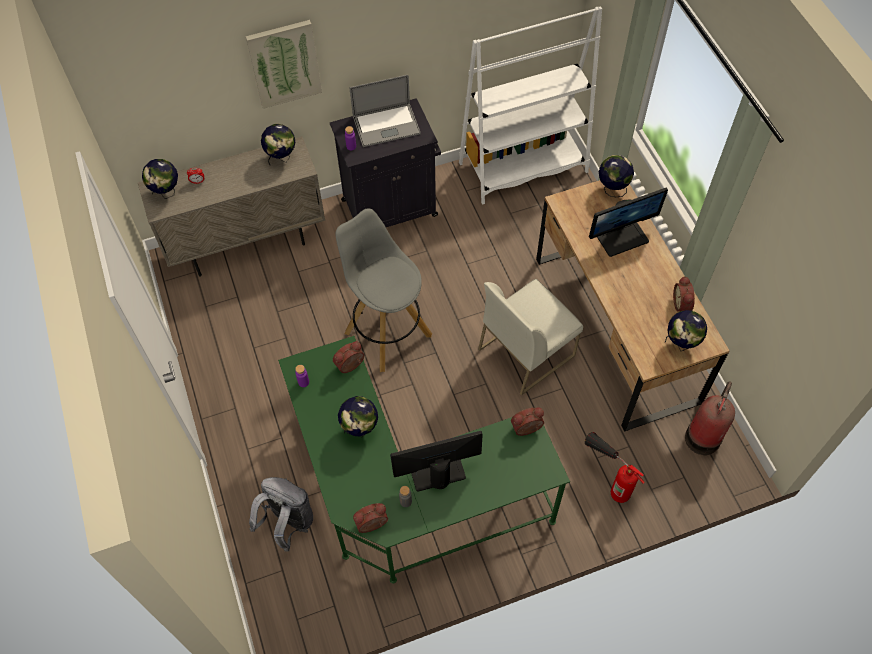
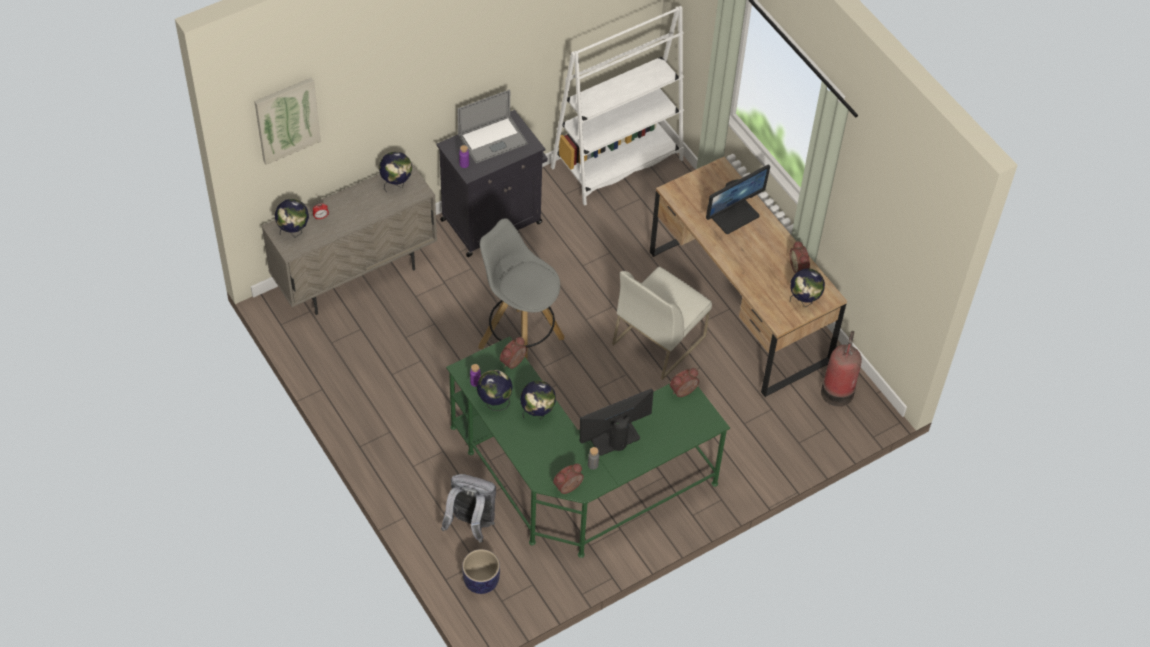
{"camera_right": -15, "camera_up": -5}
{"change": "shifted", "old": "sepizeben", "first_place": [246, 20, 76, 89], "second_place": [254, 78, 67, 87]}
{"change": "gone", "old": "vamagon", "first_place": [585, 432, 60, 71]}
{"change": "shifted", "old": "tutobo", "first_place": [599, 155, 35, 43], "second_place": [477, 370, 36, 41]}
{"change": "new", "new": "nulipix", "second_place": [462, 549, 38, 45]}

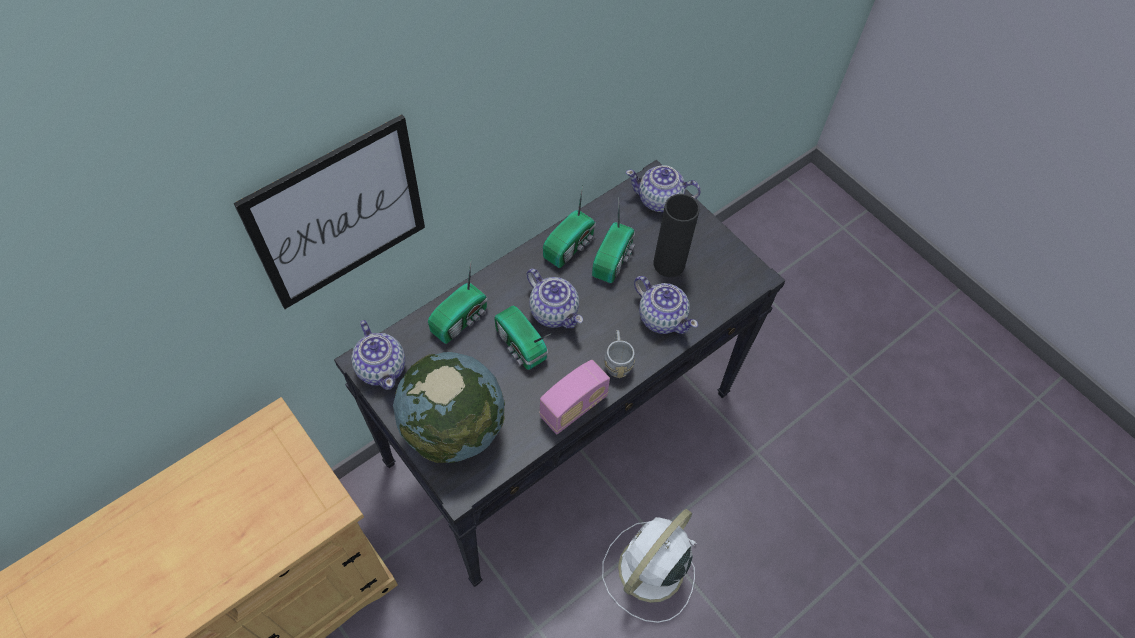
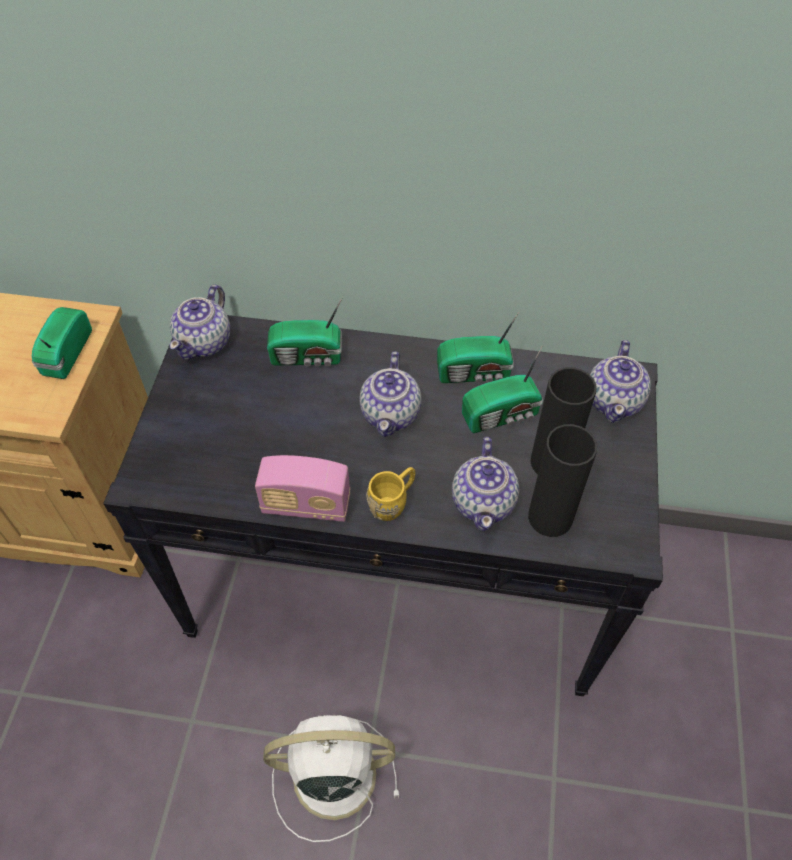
{"camera_right": 50, "camera_up": -5}
{"change": "gone", "old": "sepizeben", "first_place": [234, 114, 191, 195]}
{"change": "gone", "old": "tutobo", "first_place": [393, 352, 112, 111]}
{"change": "shifted", "old": "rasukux", "first_place": [494, 306, 56, 64], "second_place": [32, 307, 60, 72]}
{"change": "repainted", "old": "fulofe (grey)", "new": "fulofe (yellow)", "first_place": [604, 330, 31, 48], "second_place": [366, 467, 49, 54]}
{"change": "rotated", "old": "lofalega", "first_place": [626, 165, 75, 47], "second_place": [590, 340, 61, 83], "degrees": -135}
{"change": "new", "new": "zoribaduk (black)", "second_place": [528, 424, 69, 113]}

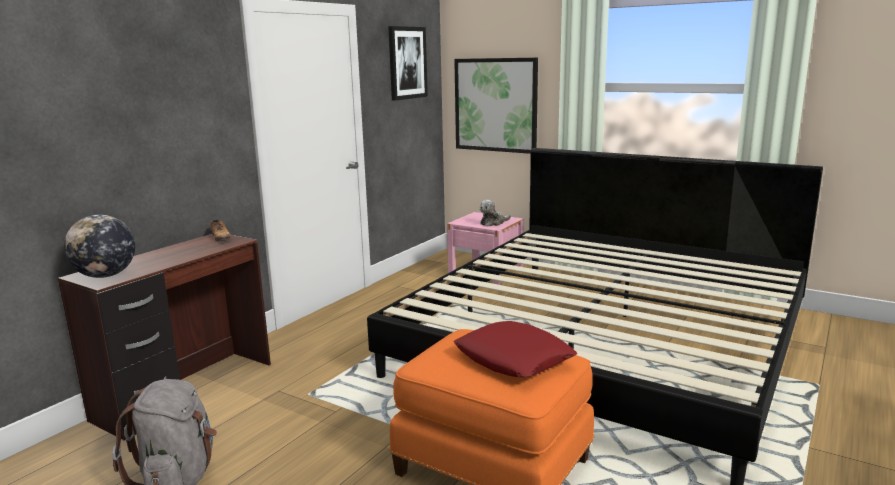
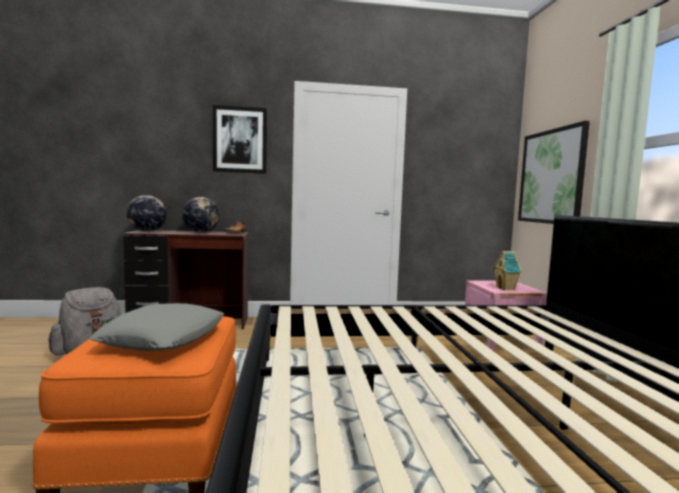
{"camera_right": 50, "camera_up": -10}
{"change": "shifted", "old": "sepizeben", "first_place": [388, 26, 40, 75], "second_place": [213, 105, 54, 69]}
{"change": "repainted", "old": "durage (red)", "new": "durage (grey)", "first_place": [454, 321, 123, 56], "second_place": [89, 303, 135, 48]}
{"change": "swapped", "old": "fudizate", "new": "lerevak", "first_place": [480, 200, 31, 27], "second_place": [493, 251, 29, 39]}
{"change": "new", "new": "tutobo", "second_place": [182, 197, 37, 36]}

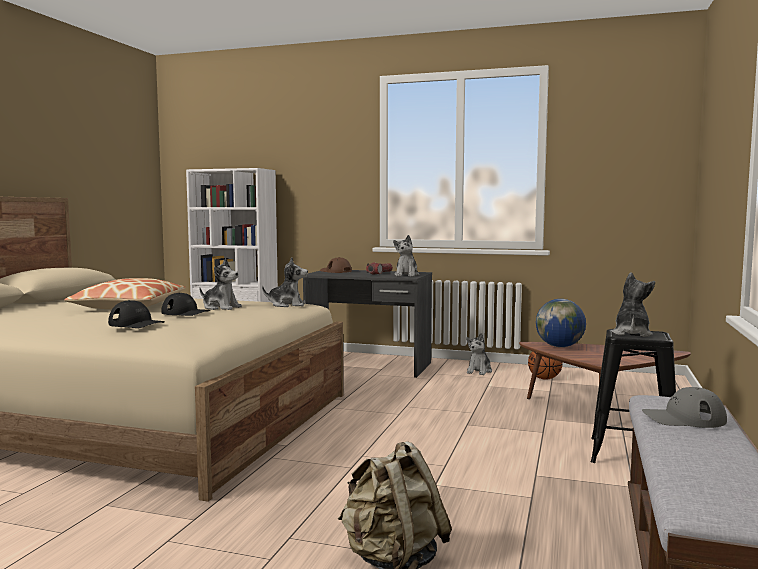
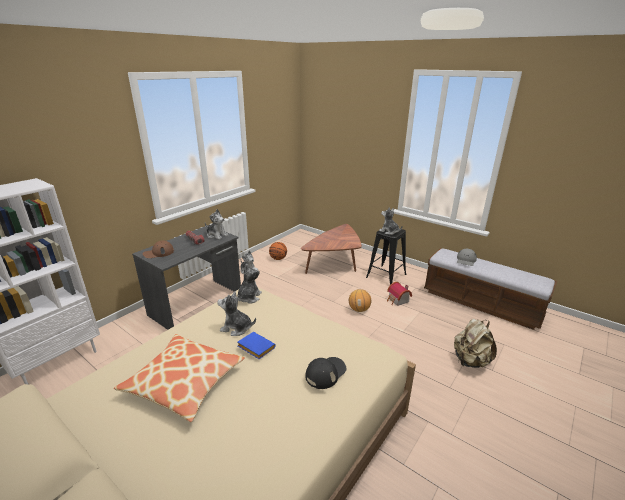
{"camera_right": -70, "camera_up": 20}
{"change": "swapped", "old": "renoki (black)", "new": "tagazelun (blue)", "first_place": [161, 293, 49, 23], "second_place": [238, 332, 38, 27]}
{"change": "rotated", "old": "fudizate", "first_place": [199, 258, 43, 52], "second_place": [217, 291, 39, 45], "degrees": -120}
{"change": "gone", "old": "tutobo", "first_place": [536, 299, 50, 48]}
{"change": "new", "new": "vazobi", "second_place": [349, 289, 22, 23]}
{"change": "new", "new": "lerevak", "second_place": [387, 282, 25, 24]}

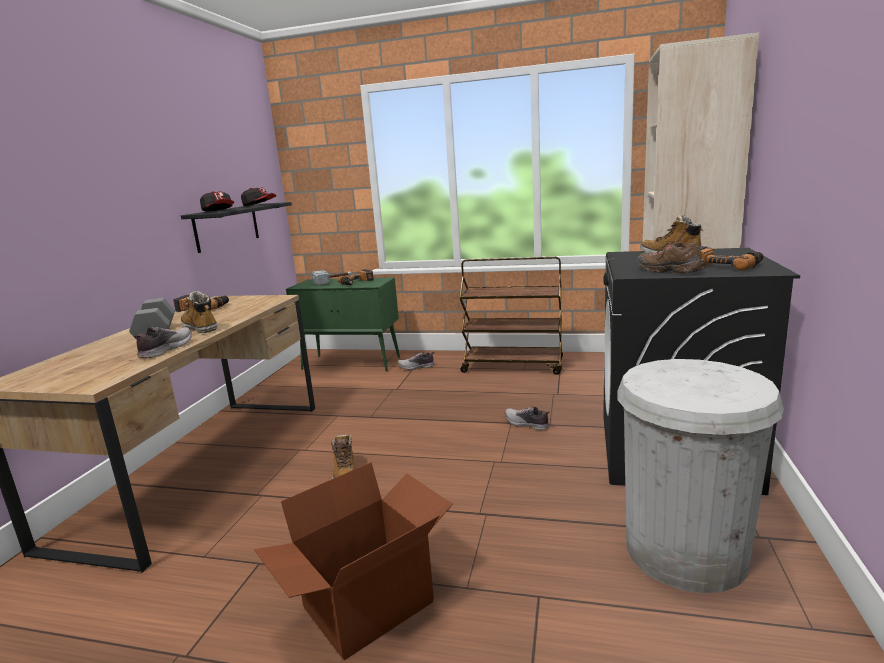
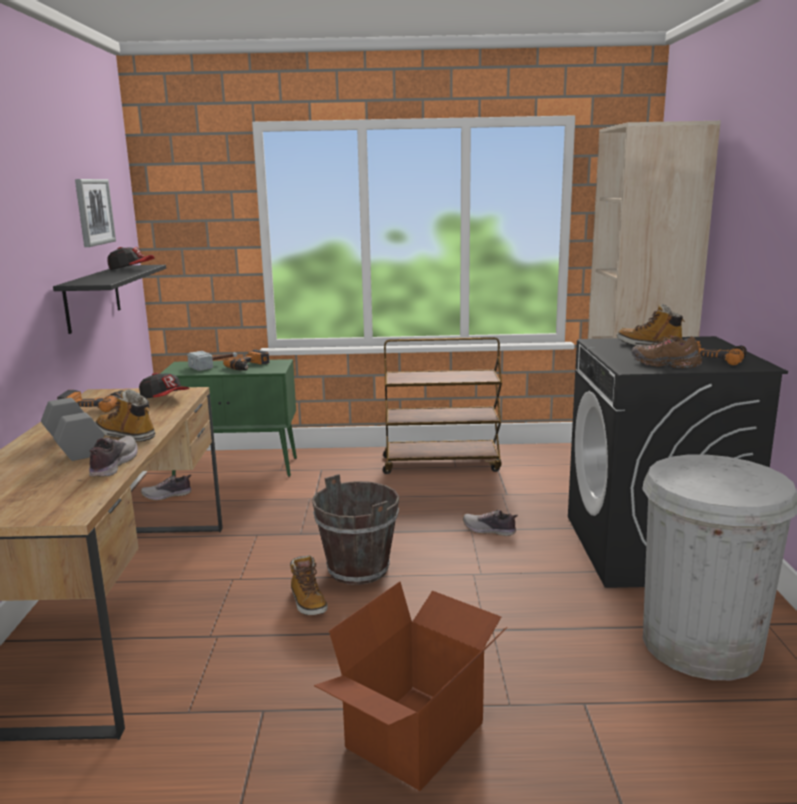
{"camera_right": -15, "camera_up": 0}
{"change": "shifted", "old": "renoki", "first_place": [200, 191, 34, 20], "second_place": [139, 373, 51, 26]}
{"change": "shifted", "old": "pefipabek", "first_place": [398, 352, 36, 18], "second_place": [141, 475, 51, 26]}
{"change": "new", "new": "sepizeben", "second_place": [75, 179, 41, 68]}
{"change": "new", "new": "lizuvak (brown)", "second_place": [312, 474, 87, 111]}

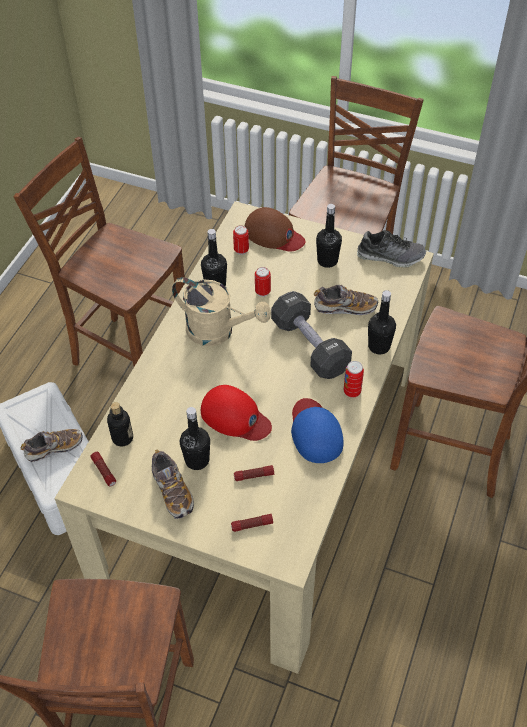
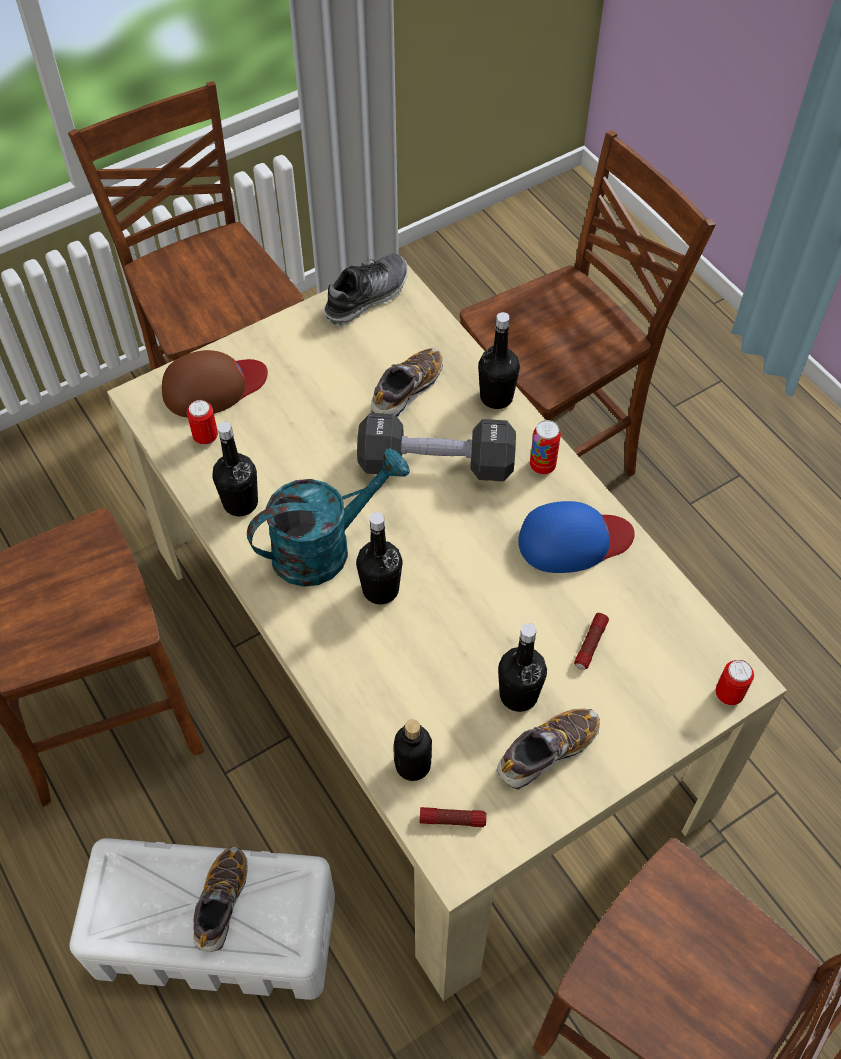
{"camera_right": -55, "camera_up": 5}
{"change": "rotated", "old": "pefipabek", "first_place": [152, 449, 42, 70], "second_place": [496, 708, 104, 82], "degrees": -45}
{"change": "repainted", "old": "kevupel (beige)", "new": "kevupel (turquoise)", "first_place": [172, 277, 99, 69], "second_place": [247, 449, 163, 138]}
{"change": "gone", "old": "renoki (red)", "first_place": [201, 385, 71, 56]}
{"change": "gone", "old": "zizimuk", "first_place": [231, 514, 42, 18]}
{"change": "shifted", "old": "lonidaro", "first_place": [255, 267, 16, 30], "second_place": [716, 660, 38, 45]}
{"change": "rotated", "old": "renoki (blue)", "first_place": [291, 398, 53, 65], "second_place": [518, 501, 117, 72], "degrees": 150}
{"change": "shifted", "old": "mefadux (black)", "first_place": [316, 204, 26, 64], "second_place": [356, 512, 46, 93]}

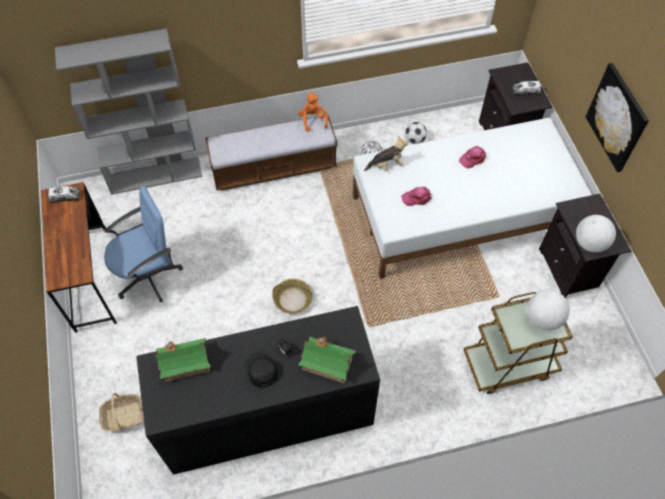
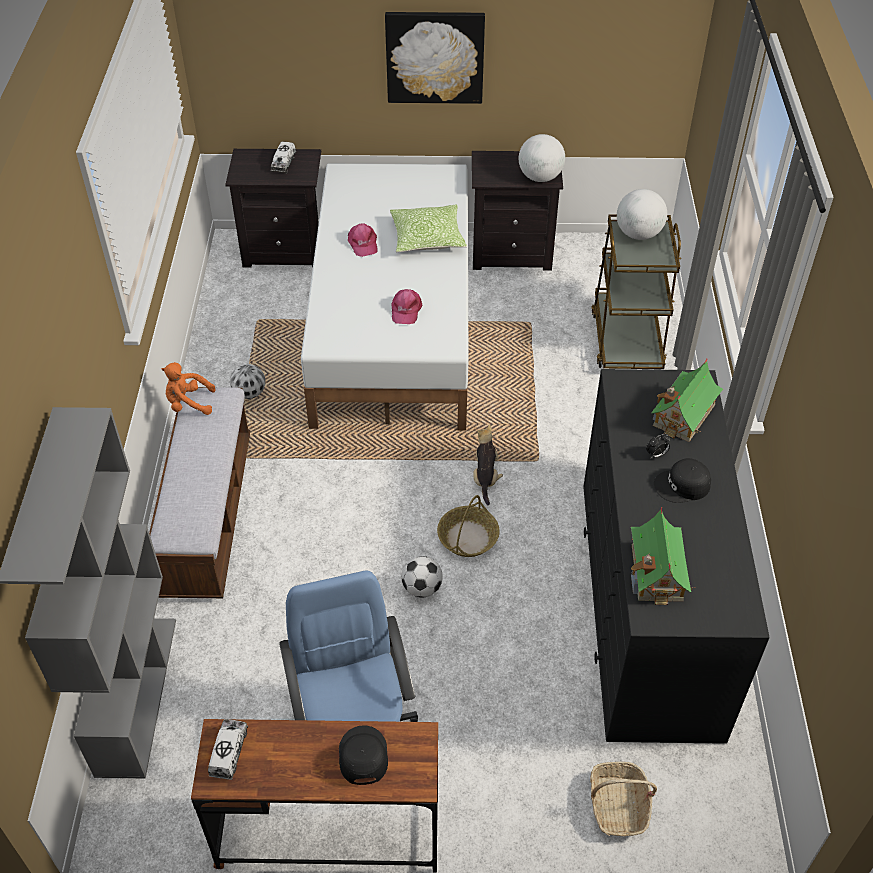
{"camera_right": -75, "camera_up": -10}
{"change": "shifted", "old": "fudizate", "first_place": [364, 137, 43, 34], "second_place": [473, 424, 30, 81]}
{"change": "shifted", "old": "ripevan", "first_place": [405, 122, 22, 22], "second_place": [401, 556, 42, 42]}
{"change": "new", "new": "renoki (black)", "second_place": [339, 725, 49, 60]}
{"change": "new", "new": "durage", "second_place": [390, 204, 77, 48]}

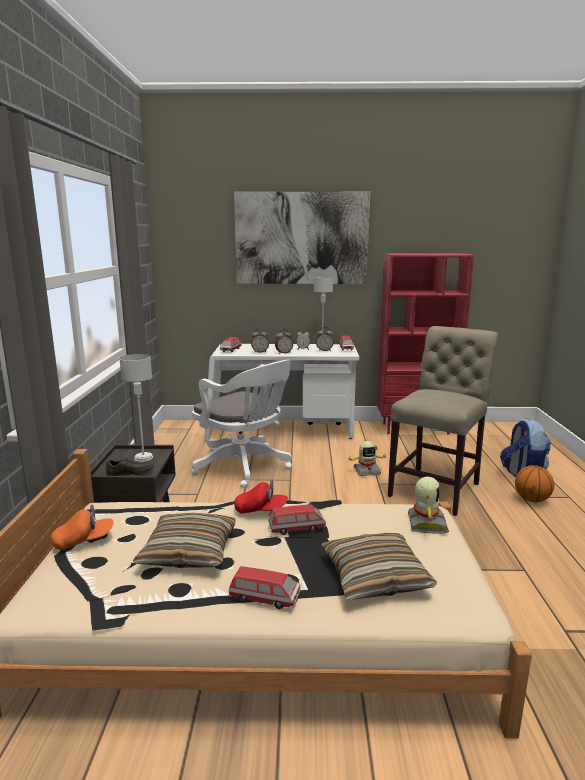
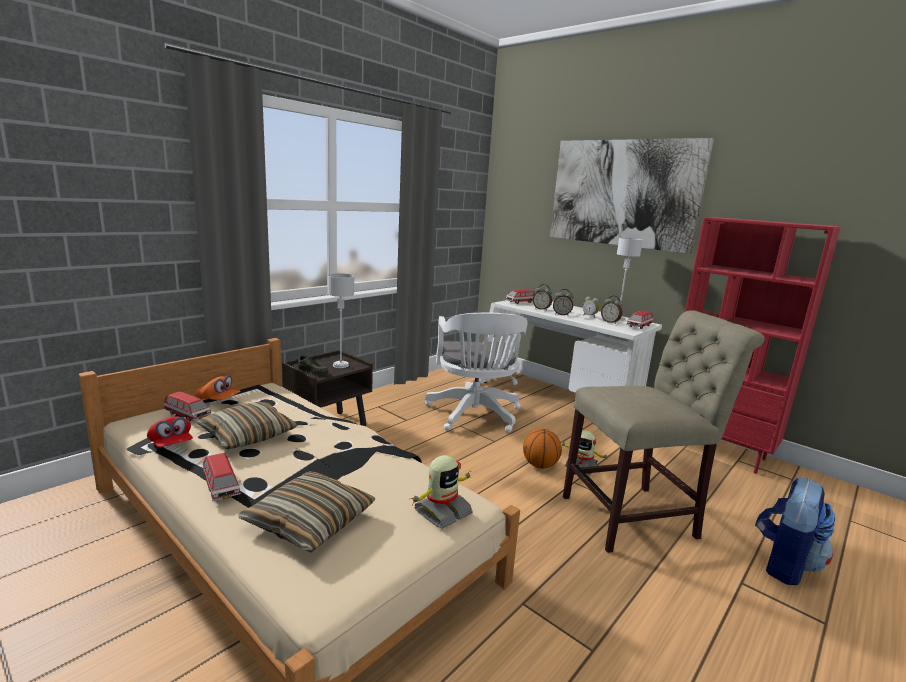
{"camera_right": 40, "camera_up": 0}
{"change": "shifted", "old": "renoki (red)", "first_place": [234, 480, 54, 34], "second_place": [147, 416, 46, 31]}
{"change": "shifted", "old": "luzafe", "first_place": [268, 505, 58, 30], "second_place": [163, 391, 49, 30]}
{"change": "shifted", "old": "vazobi", "first_place": [515, 465, 39, 37], "second_place": [523, 429, 39, 40]}

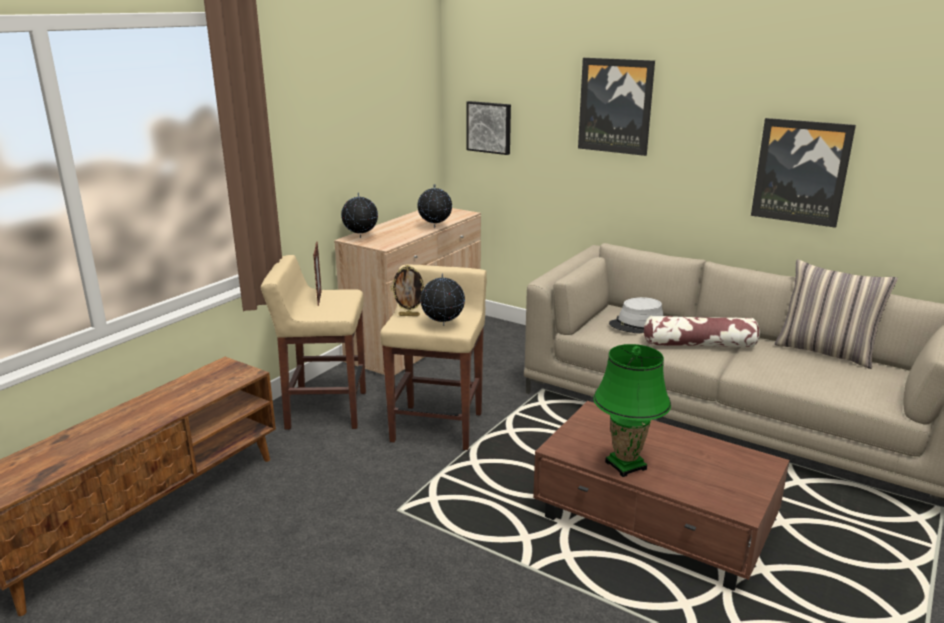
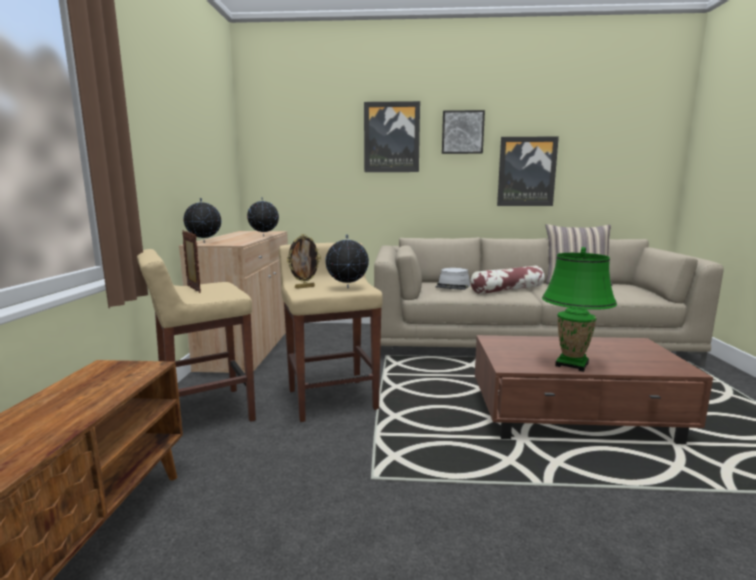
{"camera_right": -30, "camera_up": -10}
{"change": "shifted", "old": "sepizeben", "first_place": [466, 101, 45, 54], "second_place": [442, 110, 43, 44]}

